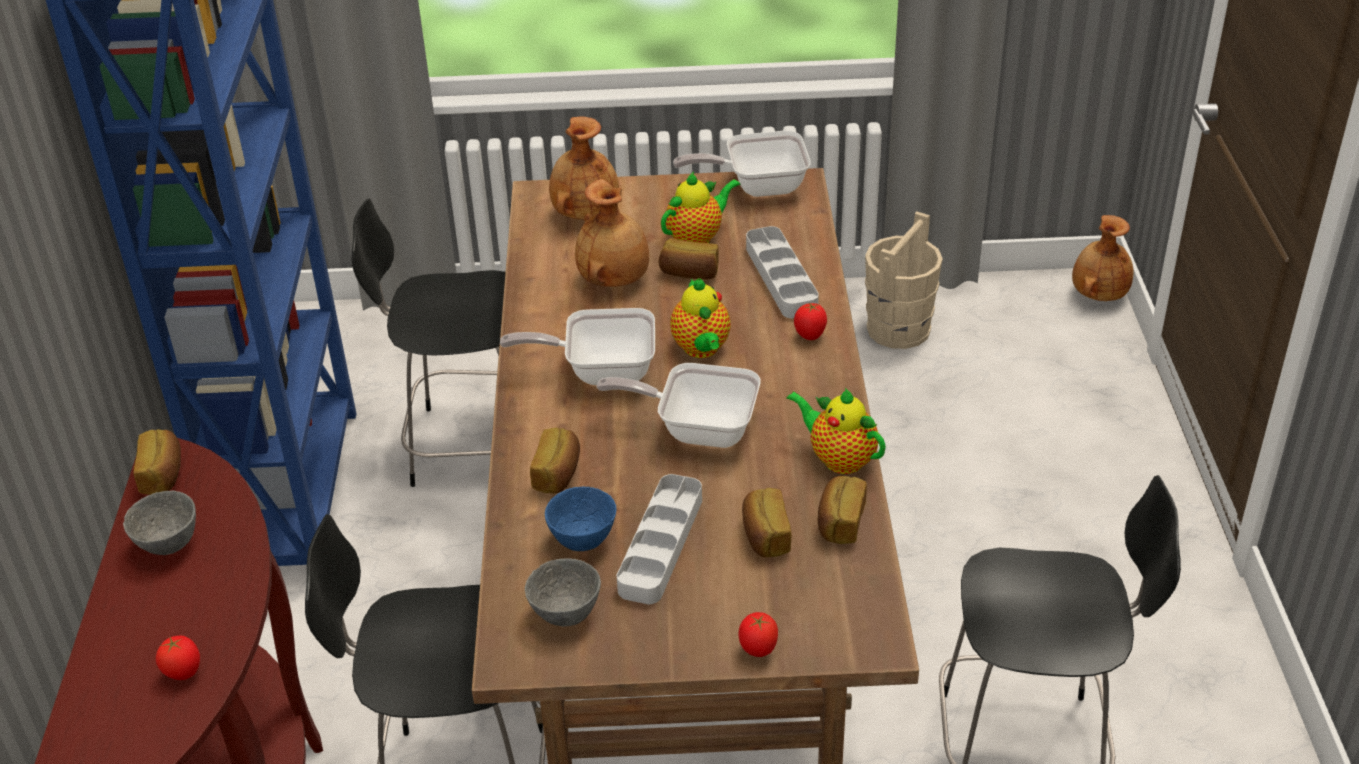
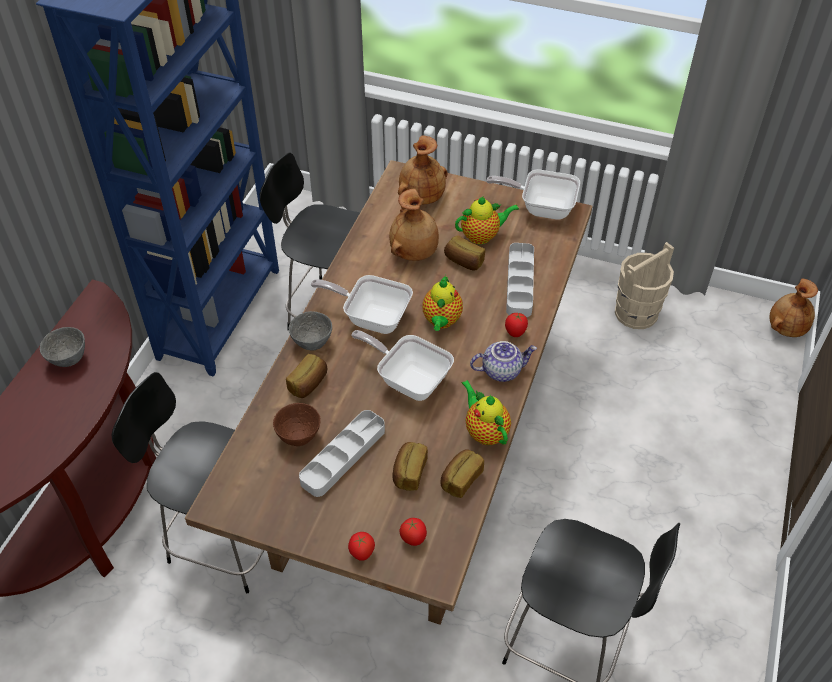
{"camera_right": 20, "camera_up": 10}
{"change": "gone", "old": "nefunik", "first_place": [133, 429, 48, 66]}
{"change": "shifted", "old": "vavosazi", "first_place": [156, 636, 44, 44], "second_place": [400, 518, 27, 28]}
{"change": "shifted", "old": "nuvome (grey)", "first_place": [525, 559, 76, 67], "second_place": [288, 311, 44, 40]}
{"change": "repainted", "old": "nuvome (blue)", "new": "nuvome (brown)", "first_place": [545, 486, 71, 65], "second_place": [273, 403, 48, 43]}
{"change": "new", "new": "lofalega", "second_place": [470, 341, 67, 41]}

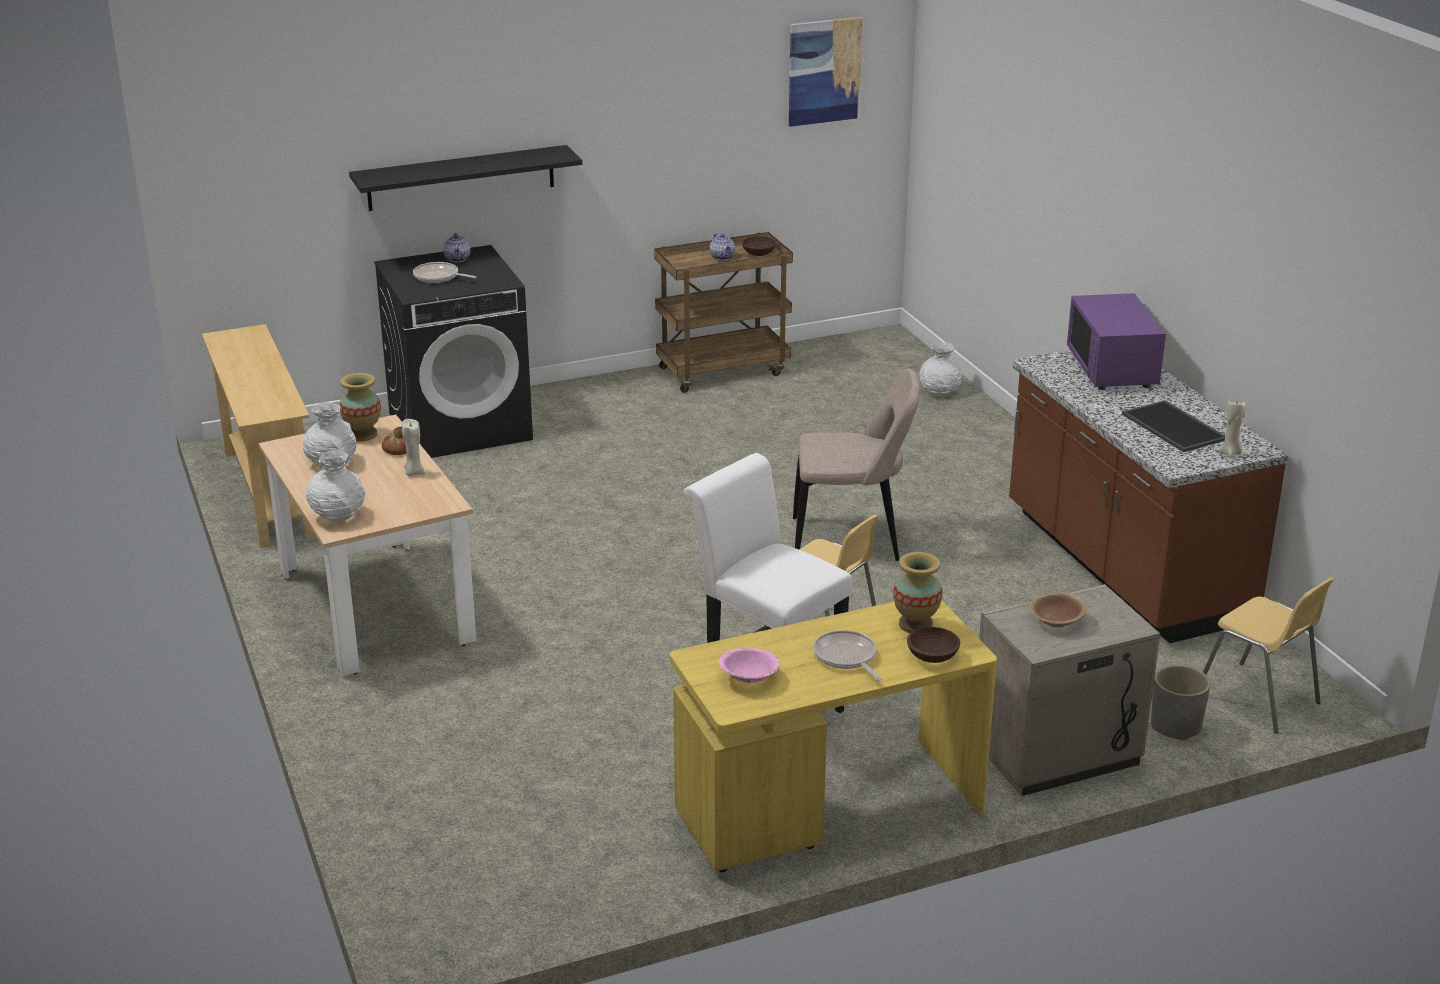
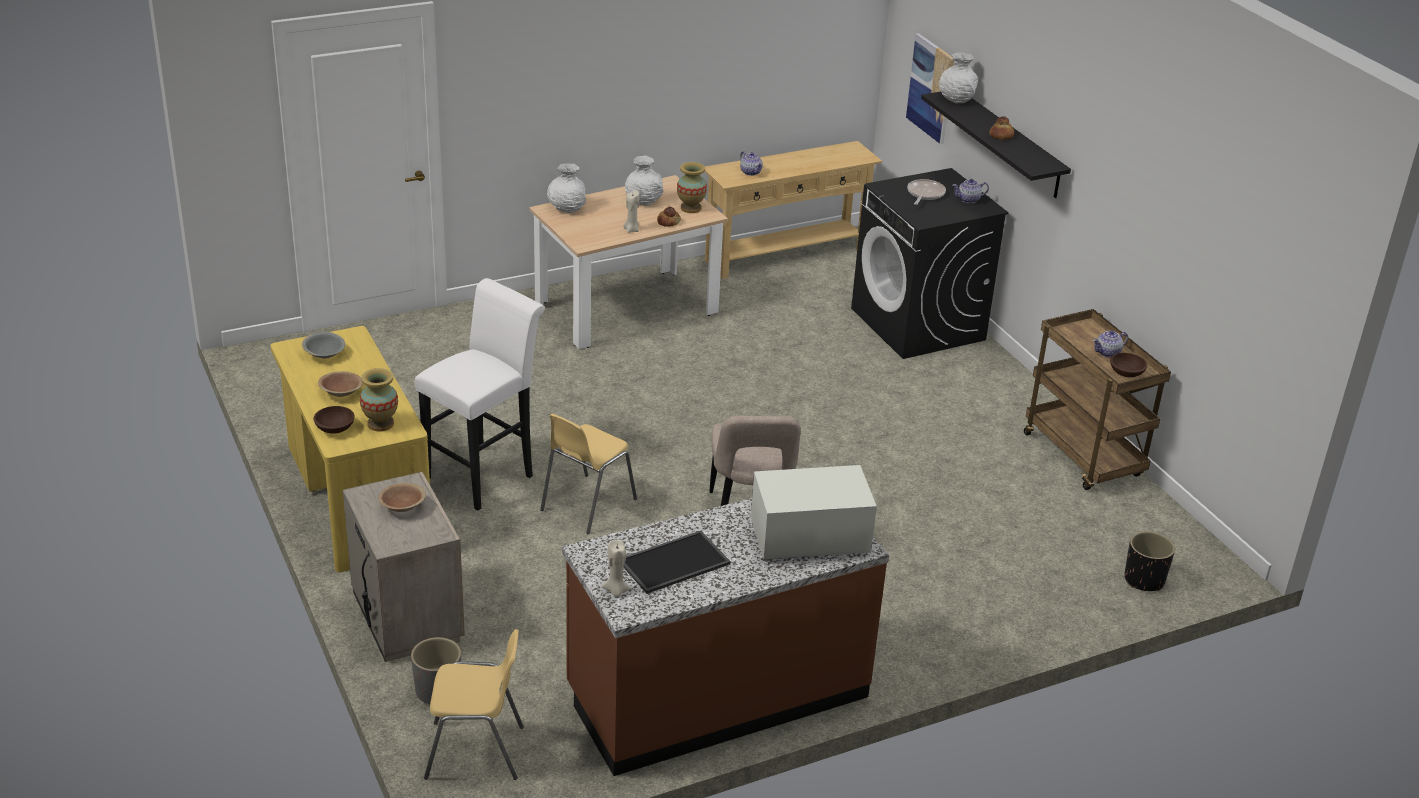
{"camera_right": 85, "camera_up": 5}
{"change": "repainted", "old": "nuvome (pink)", "new": "nuvome (grey)", "first_place": [719, 647, 61, 36], "second_place": [302, 332, 43, 27]}
{"change": "shifted", "old": "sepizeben", "first_place": [789, 17, 74, 110], "second_place": [906, 33, 48, 111]}
{"change": "swapped", "old": "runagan", "new": "nuvome (brown)", "first_place": [813, 630, 69, 51], "second_place": [318, 371, 45, 26]}
{"change": "shifted", "old": "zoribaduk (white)", "first_place": [919, 343, 43, 53], "second_place": [939, 52, 39, 51]}
{"change": "repainted", "old": "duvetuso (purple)", "new": "duvetuso (white)", "first_place": [1067, 293, 99, 97], "second_place": [751, 465, 126, 95]}
{"change": "rotated", "old": "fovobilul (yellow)", "first_place": [1203, 577, 131, 157], "second_place": [424, 629, 100, 151], "degrees": -135}
{"change": "new", "new": "lofalega", "second_place": [740, 151, 23, 25]}
{"change": "new", "new": "nefunik", "second_place": [989, 116, 25, 24]}
{"change": "new", "new": "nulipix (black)", "second_place": [1124, 531, 51, 60]}

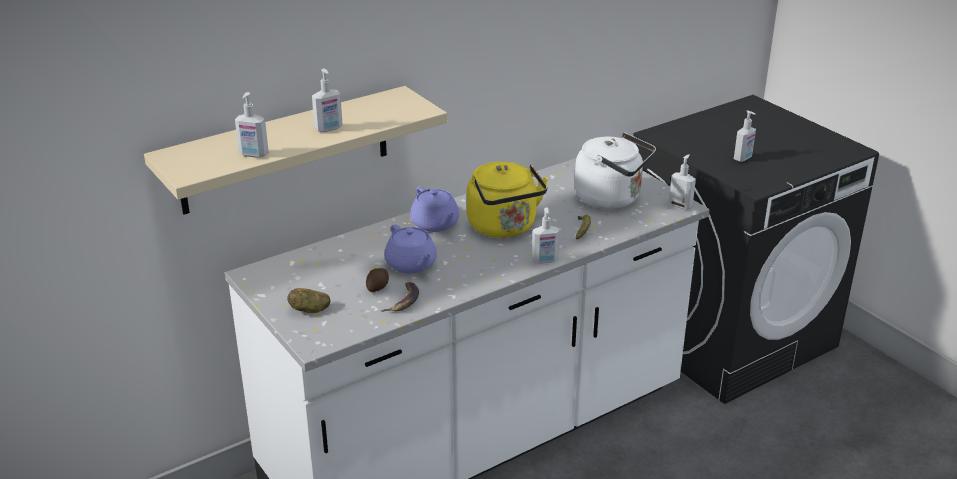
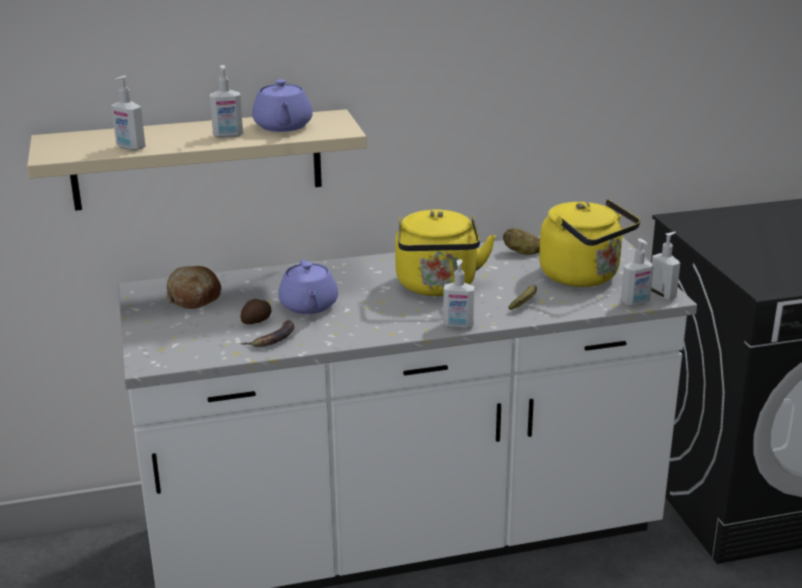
{"camera_right": 20, "camera_up": -5}
{"change": "shifted", "old": "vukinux", "first_place": [287, 288, 44, 25], "second_place": [503, 228, 37, 27]}
{"change": "shifted", "old": "lofalega (purple)", "first_place": [410, 187, 49, 45], "second_place": [252, 79, 61, 53]}
{"change": "repainted", "old": "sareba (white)", "new": "sareba (yellow)", "first_place": [575, 132, 81, 77], "second_place": [539, 199, 101, 88]}
{"change": "shifted", "old": "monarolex", "first_place": [734, 110, 22, 52], "second_place": [621, 238, 33, 68]}
{"change": "new", "new": "nefunik", "second_place": [167, 266, 54, 43]}

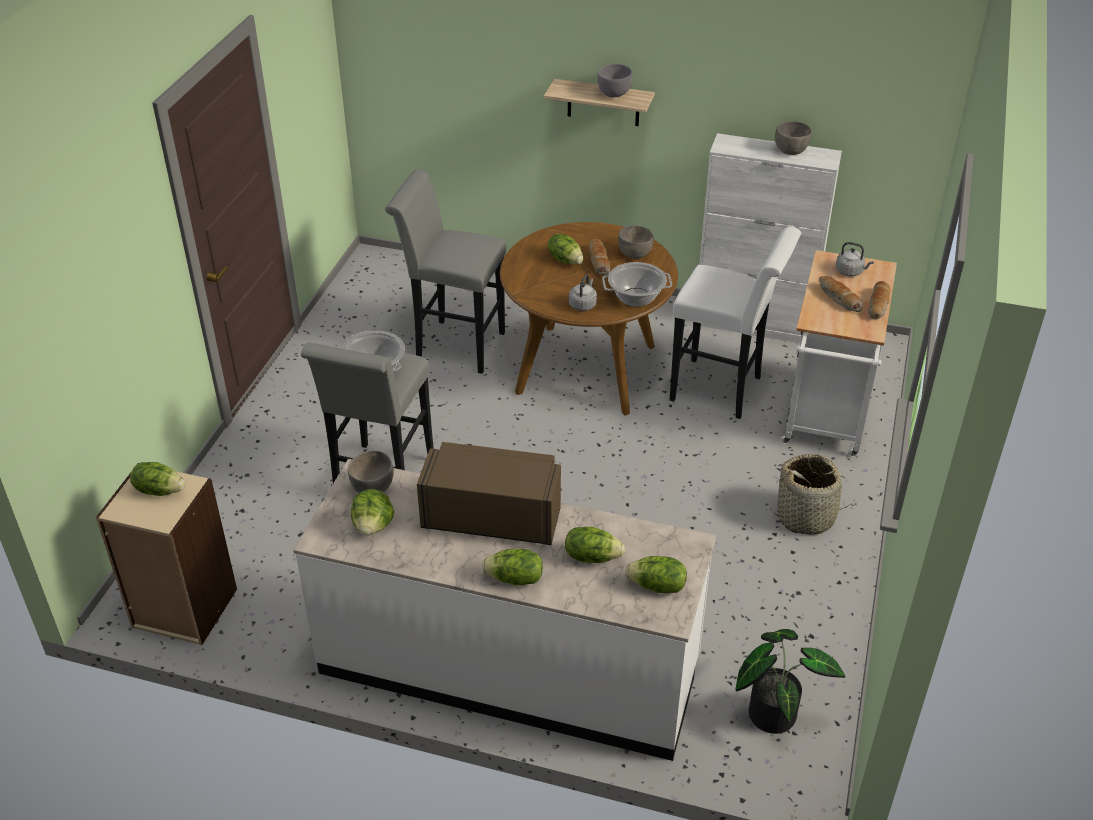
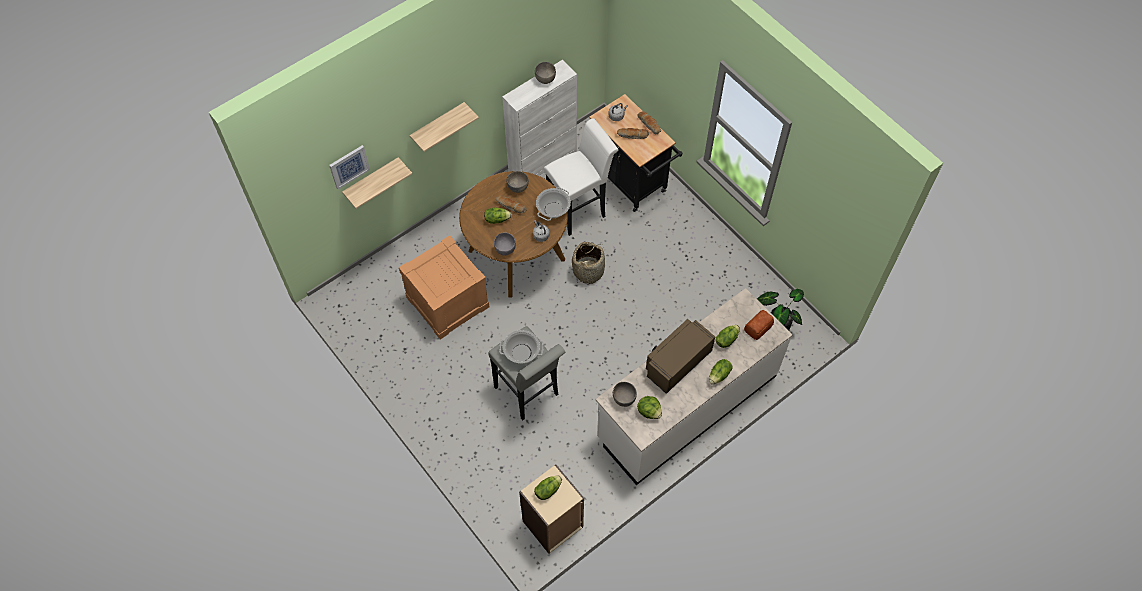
{"camera_right": -55, "camera_up": 20}
{"change": "swapped", "old": "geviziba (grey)", "new": "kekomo", "first_place": [385, 170, 121, 204], "second_place": [399, 235, 90, 104]}
{"change": "shifted", "old": "nuvome (grey)", "first_place": [597, 64, 36, 33], "second_place": [494, 232, 22, 24]}
{"change": "swapped", "old": "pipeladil", "new": "nefunik", "first_place": [625, 556, 62, 37], "second_place": [744, 310, 30, 30]}
{"change": "shifted", "old": "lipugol", "first_place": [770, 454, 86, 81], "second_place": [572, 242, 33, 42]}
{"change": "repainted", "old": "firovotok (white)", "new": "firovotok (black)", "first_place": [781, 250, 116, 207], "second_place": [589, 94, 94, 118]}
{"change": "new", "new": "sepizeben", "second_place": [329, 145, 41, 44]}
{"change": "new", "new": "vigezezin", "second_place": [342, 157, 70, 52]}

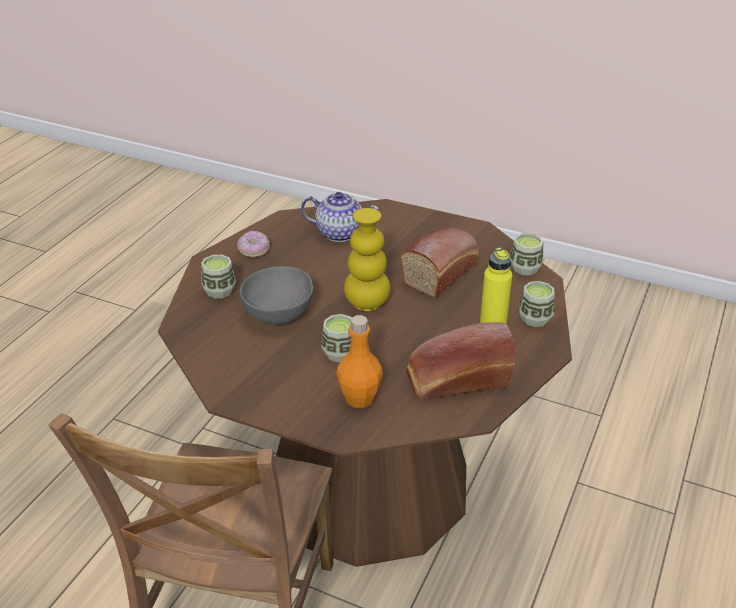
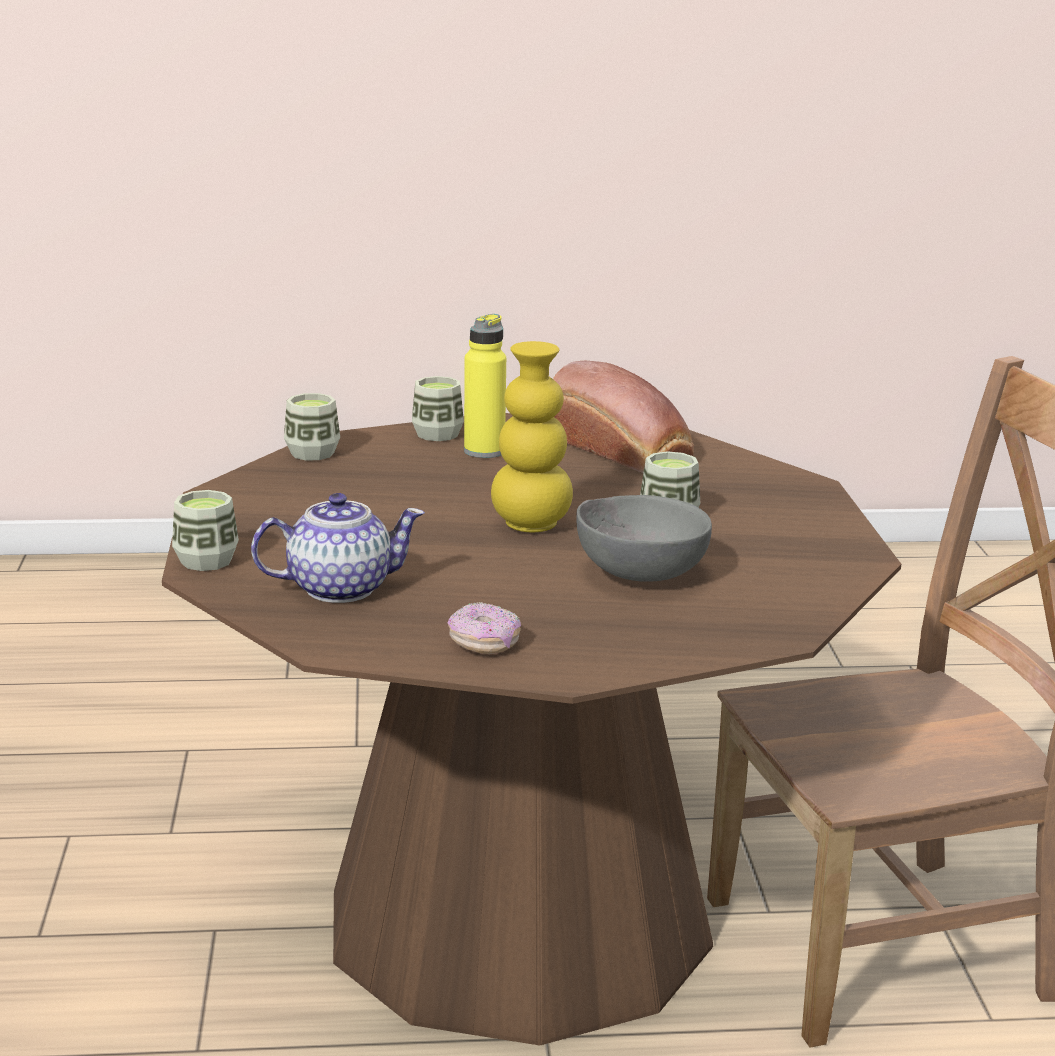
{"camera_right": -120, "camera_up": -15}
{"change": "shifted", "old": "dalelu", "first_place": [201, 254, 35, 44], "second_place": [172, 490, 67, 81]}
{"change": "rotated", "old": "lofalega", "first_place": [301, 192, 78, 50], "second_place": [251, 493, 174, 110], "degrees": 90}
{"change": "gone", "old": "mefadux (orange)", "first_place": [336, 315, 47, 93]}
{"change": "gone", "old": "nefunik", "first_place": [401, 228, 78, 70]}

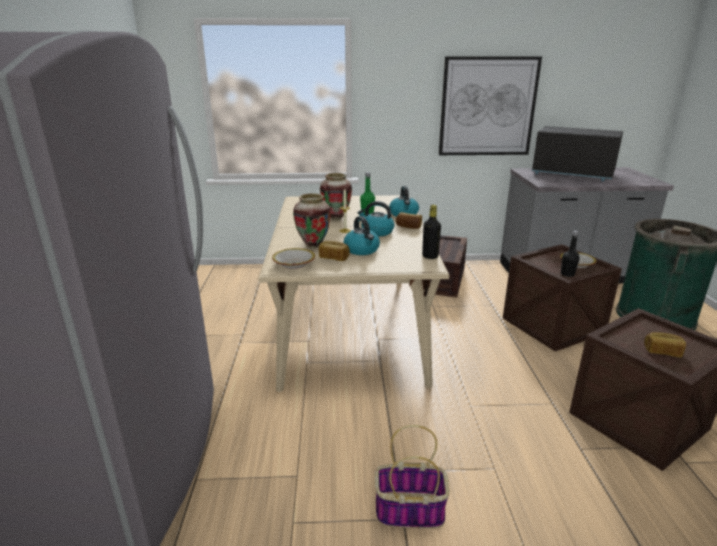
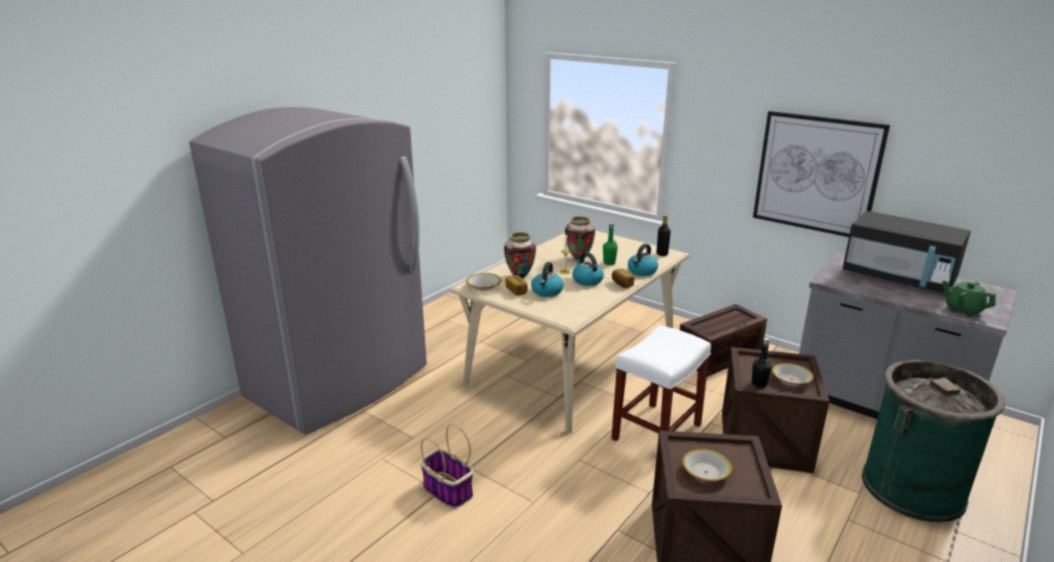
{"camera_right": 40, "camera_up": 0}
{"change": "shifted", "old": "mefadux (black)", "first_place": [422, 205, 19, 54], "second_place": [657, 215, 14, 41]}
{"change": "rotated", "old": "duvetuso (black)", "first_place": [532, 126, 91, 55], "second_place": [843, 211, 128, 83], "degrees": 150}
{"change": "swapped", "old": "nefunik", "new": "nuvome", "first_place": [644, 332, 42, 25], "second_place": [682, 449, 50, 33]}
{"change": "new", "new": "geviziba (white)", "second_place": [611, 325, 100, 116]}
{"change": "new", "new": "lofalega (green)", "second_place": [942, 281, 54, 36]}

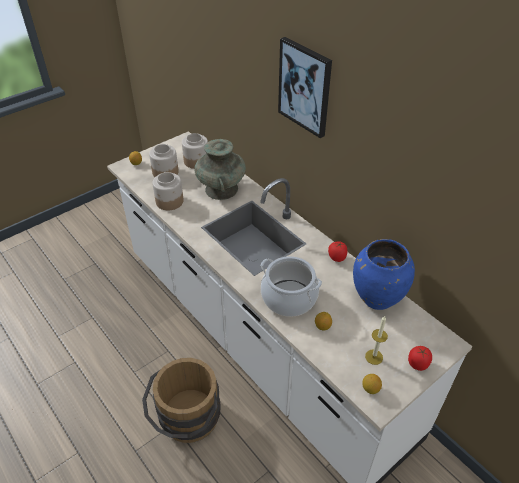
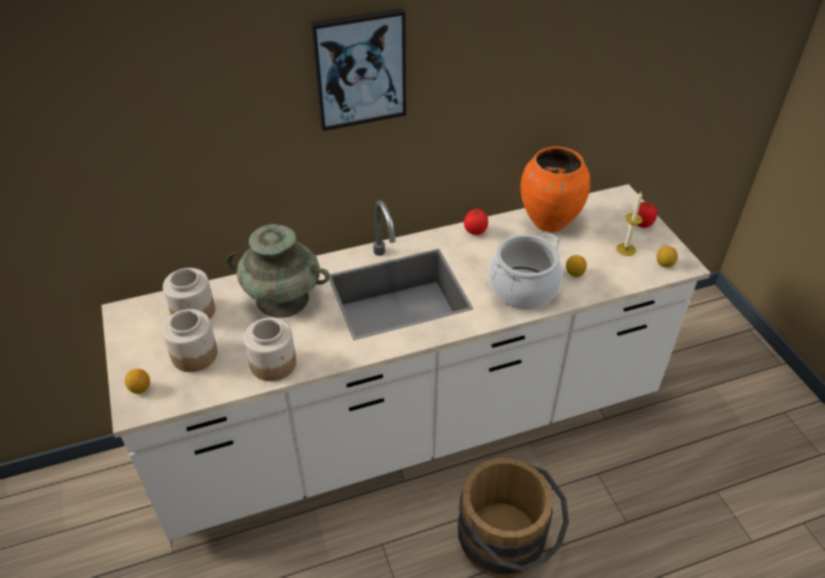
{"camera_right": -70, "camera_up": 0}
{"change": "repainted", "old": "zoribaduk (blue)", "new": "zoribaduk (orange)", "first_place": [353, 239, 62, 71], "second_place": [521, 146, 69, 86]}

